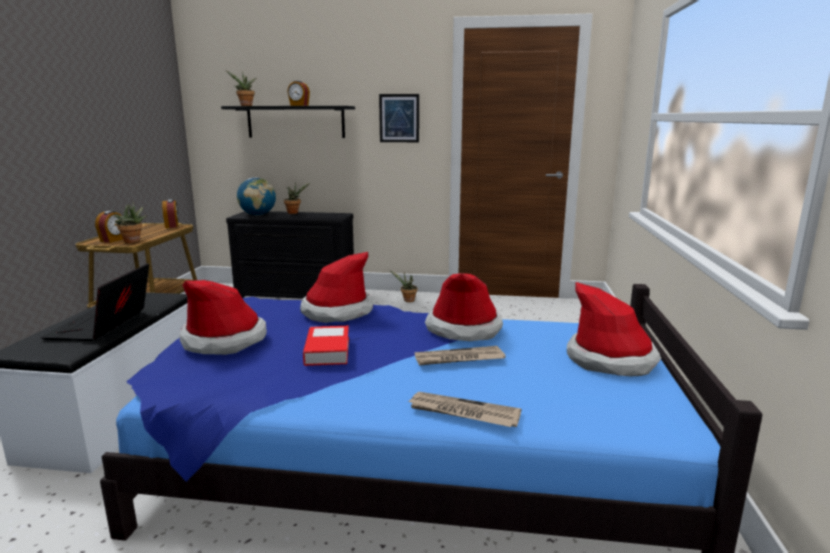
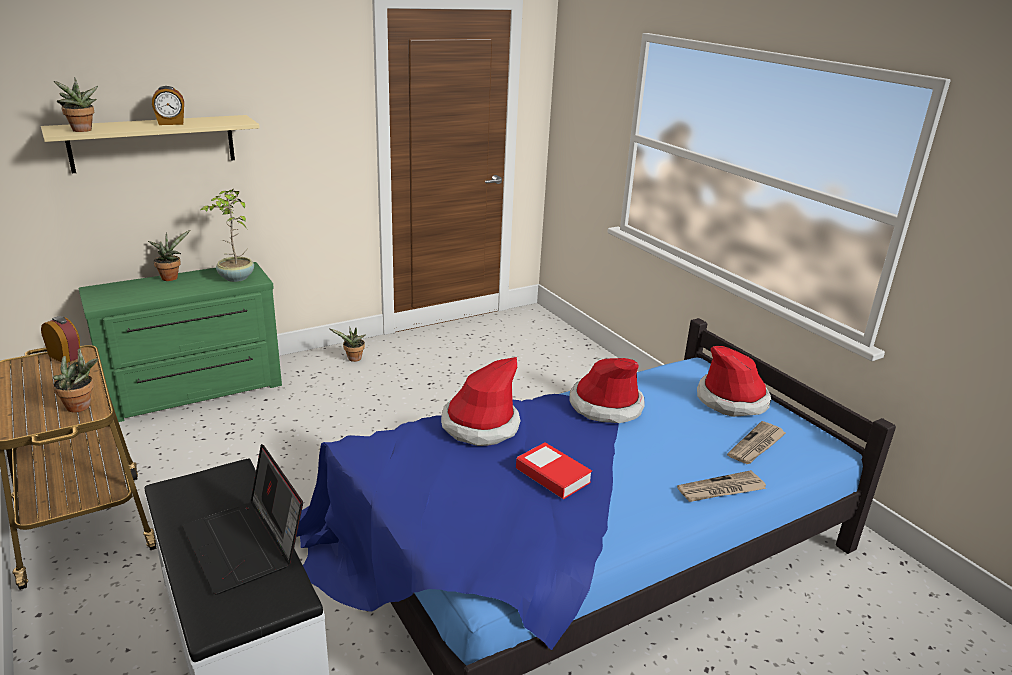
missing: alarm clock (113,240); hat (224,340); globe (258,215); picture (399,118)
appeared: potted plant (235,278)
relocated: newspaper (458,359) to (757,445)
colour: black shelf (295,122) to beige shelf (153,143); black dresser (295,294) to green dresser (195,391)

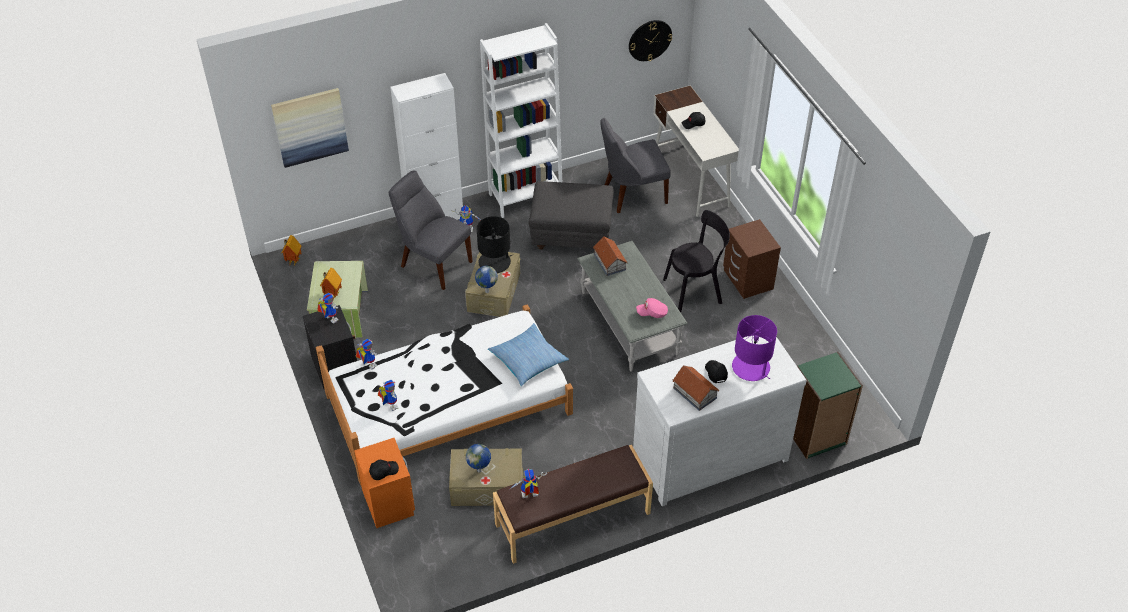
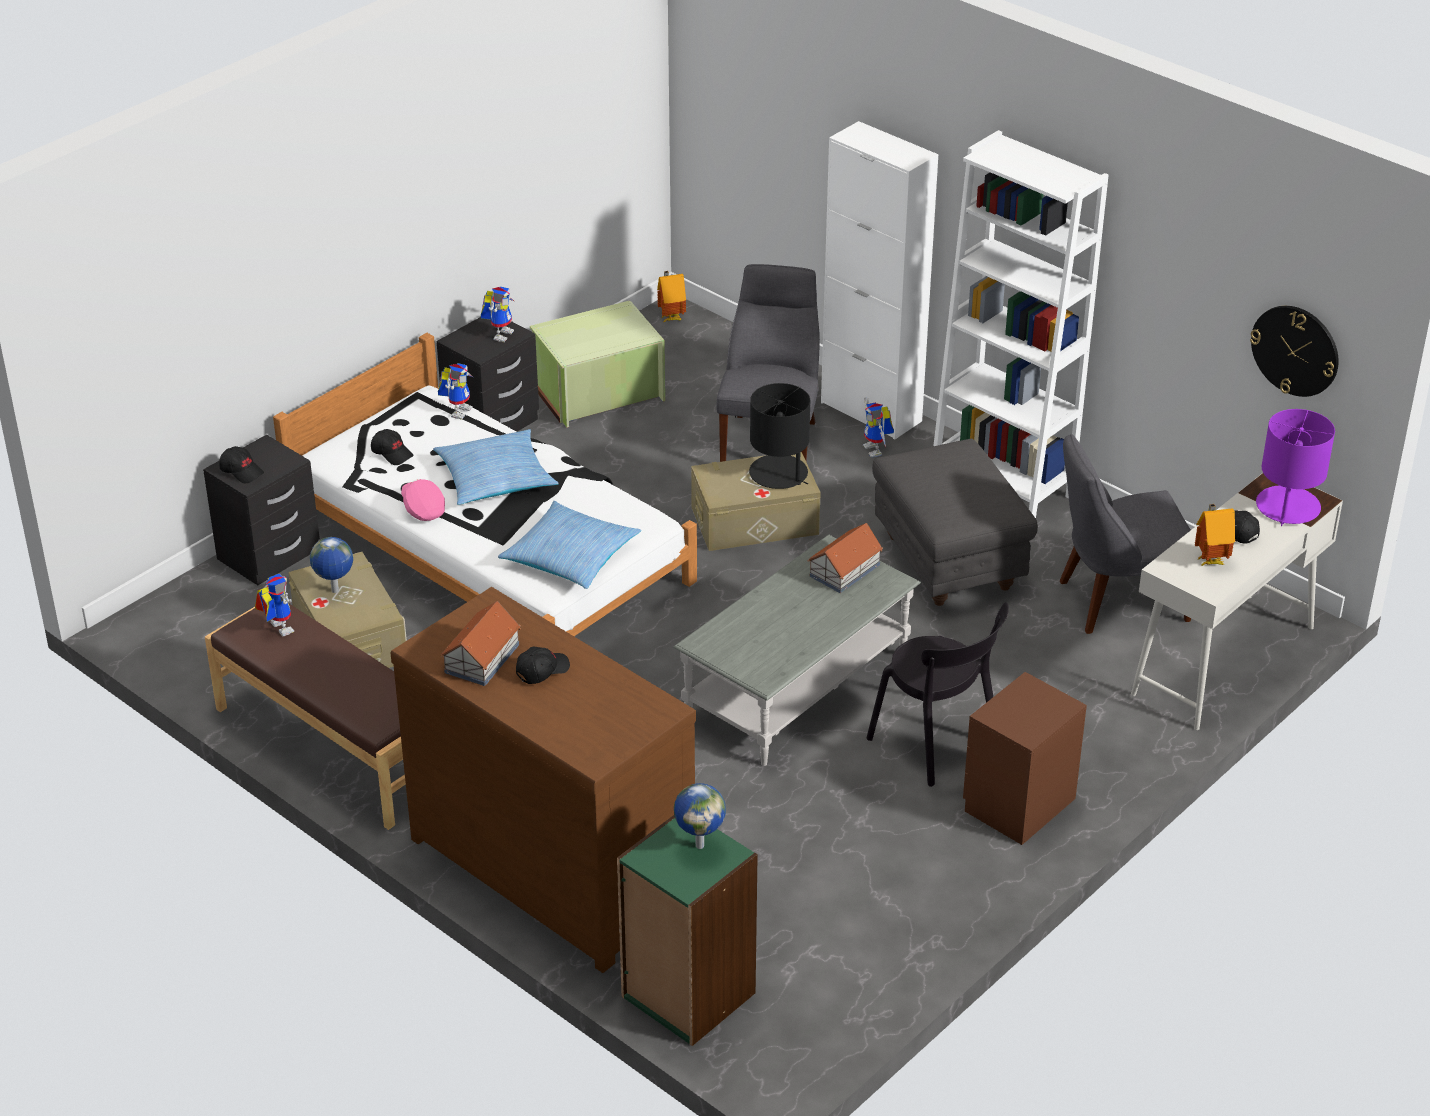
missing: picture (310,127)
appeared: pillow (495,478)
relocated: toy house (332,295) to (1210,560); globe (486,291) to (700,845); pink cap (652,313) to (423,509); purple table lamp (751,367) to (1287,507)
exchanged: toy robot (389,404) to black cap (392,453)
colour: orange nightstand (388,502) to black nightstand (268,554); white dresser (708,455) to brown dresser (555,865)
spun: grey chair (632,194) = (1117,601) 60 degrees counterclockwise

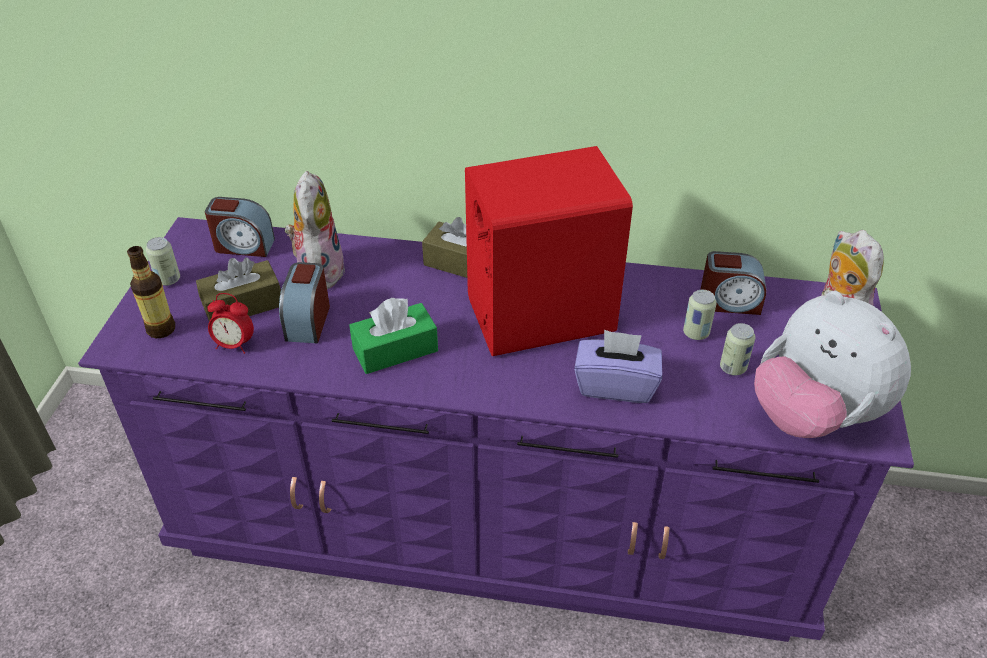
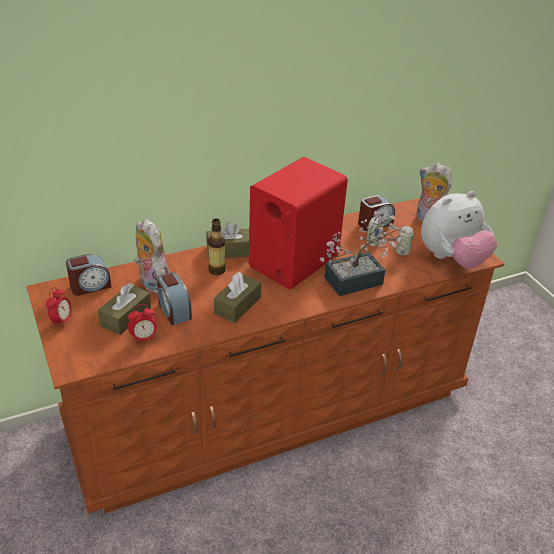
relocated: bottle (161,329) to (217,270)
exchanged: can (168,279) to alarm clock (62,321); purple tissue box (615,385) to potted plant (360,279)
colour: purple dresser (494,520) to brown dresser (269,408); green tissue box (395,350) to brown tissue box (237,305)
spun: plush toy (813,415) = (452,259) 45 degrees counterclockwise

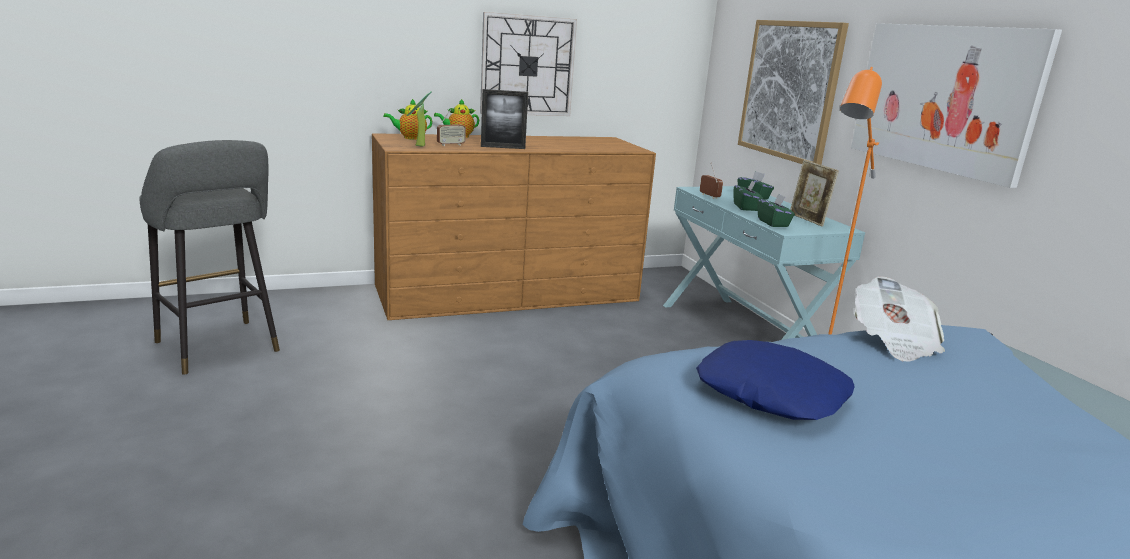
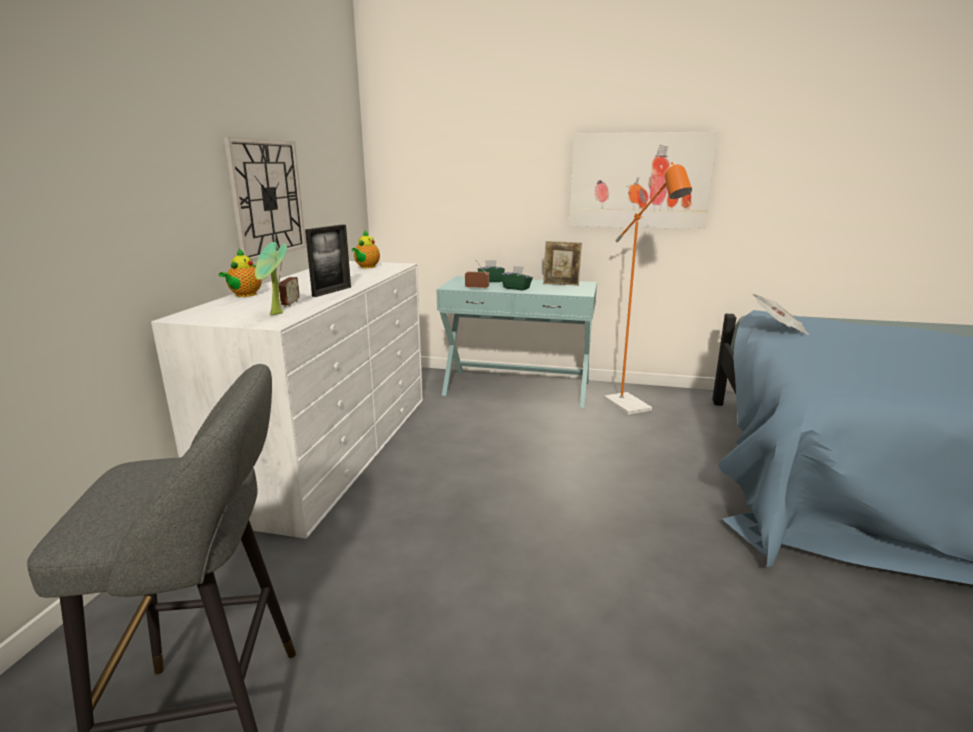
missing: blue pillow (772,393); picture (789,90); green tissue box (773,223)
relocated: teapot (410,138) to (366,267)
colour: brown dresser (508,293) to white dresser (331,448)

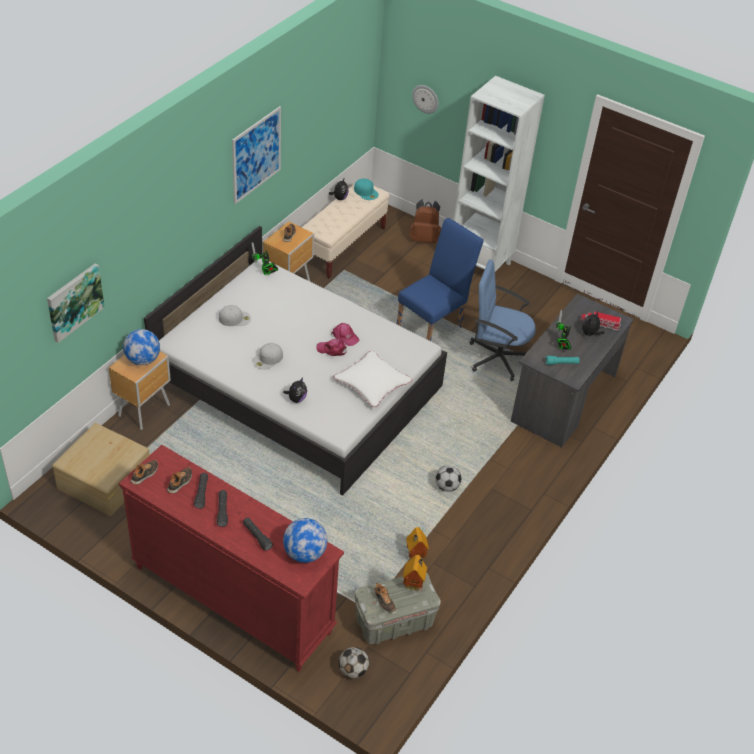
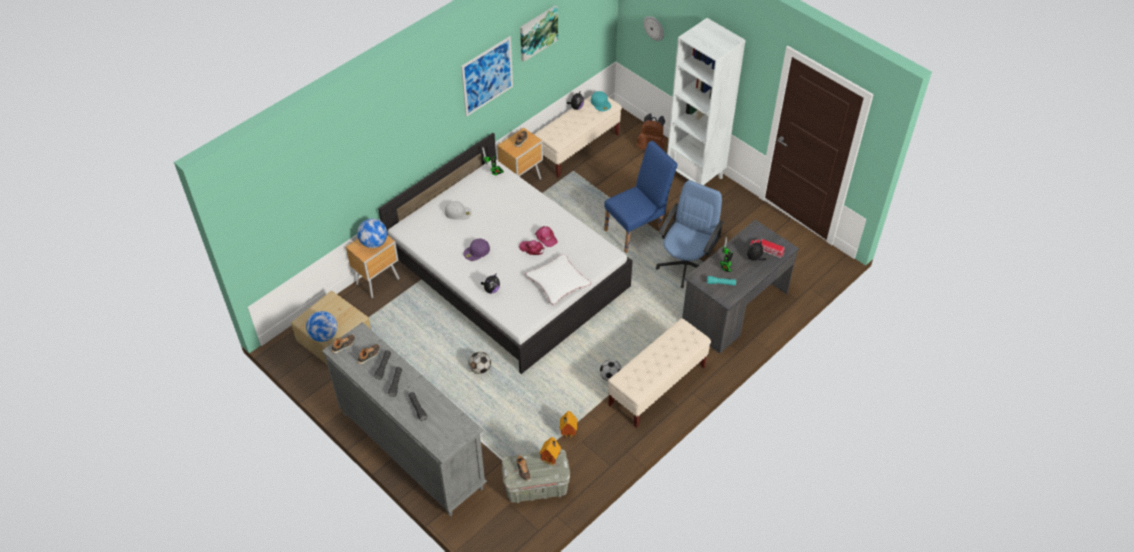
appeared: beige bench (657,386)
relocated: picture (74,301) to (538,32); globe (304,553) to (324,335); football (353,670) to (480,369)
colour: red dresser (232,599) to grey dresser (411,449); white cap (268,359) to purple cap (476,252)
spun: blue office chair (497,357) = (686,265) 90 degrees clockwise

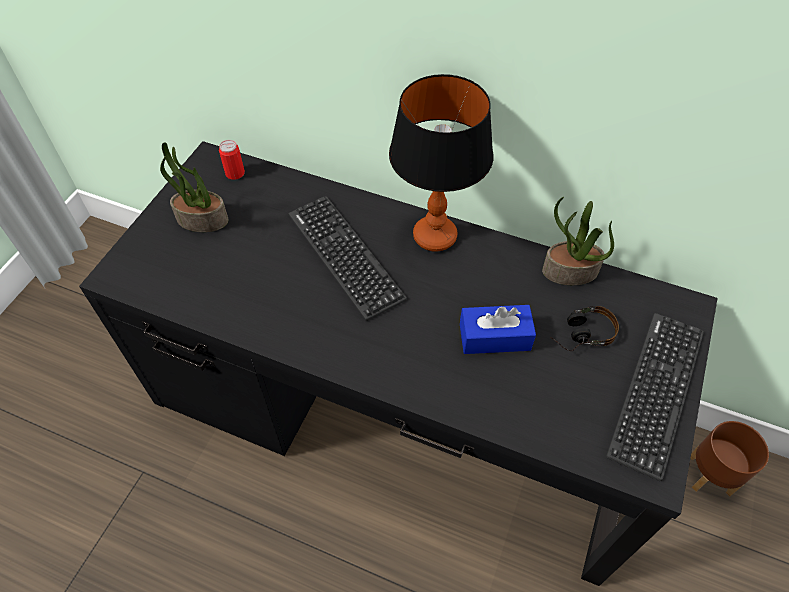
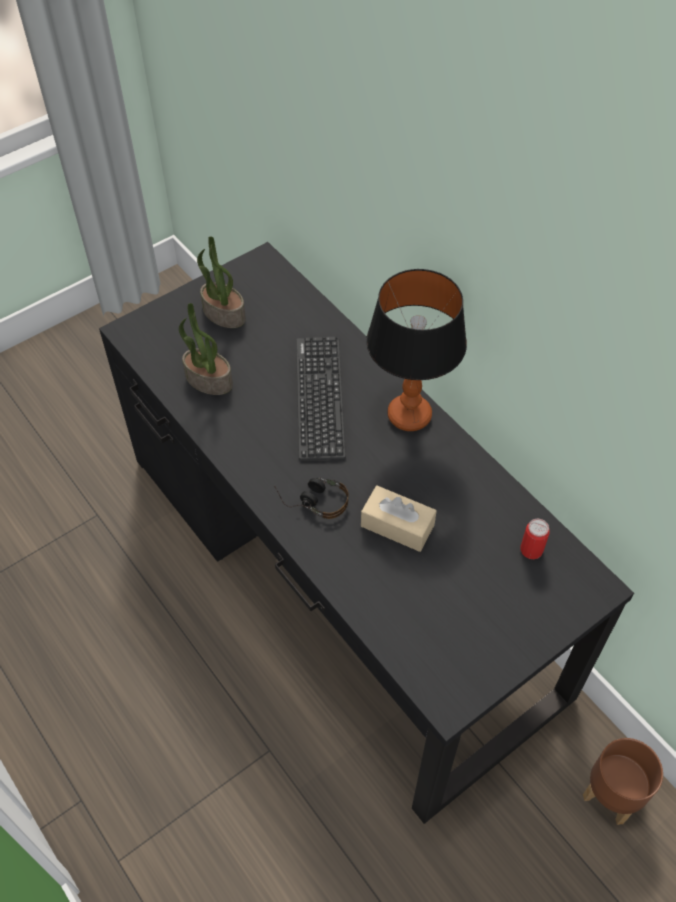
missing: keyboard (656,392)
relocated: can (235,173) to (531,549); potted plant (569,272) to (207,380); headphones (579,334) to (312,500)
colour: blue tissue box (494,337) to beige tissue box (397,525)

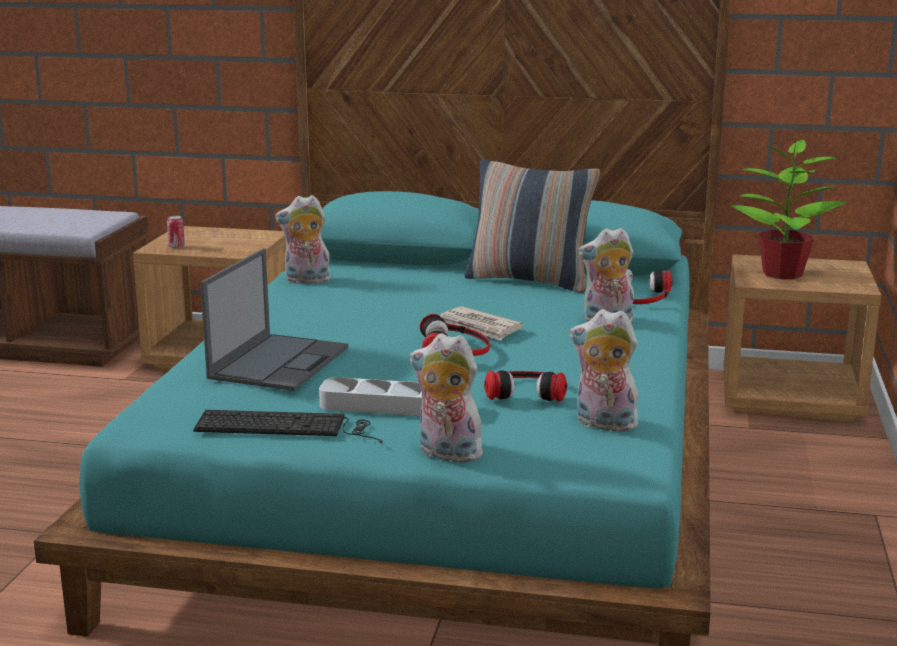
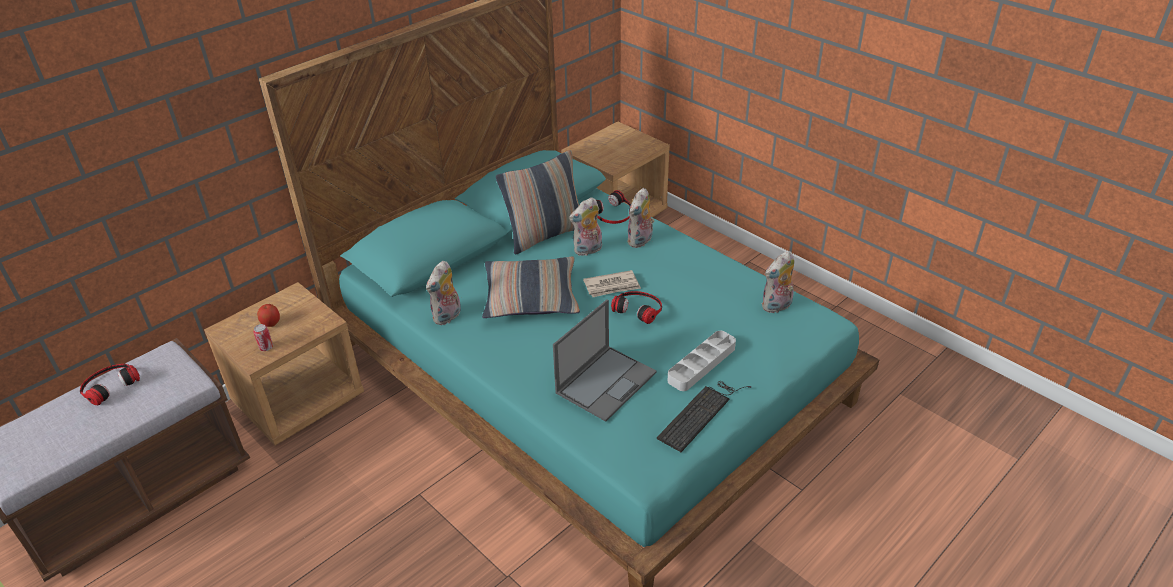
missing: potted plant (781,274)
appeared: apple (271,323); pillow (531,297)
relocated: plush toy (446,454) to (588,250); headphones (525,390) to (109,385)
spun: laptop (279,362) = (606,382) 75 degrees clockwise

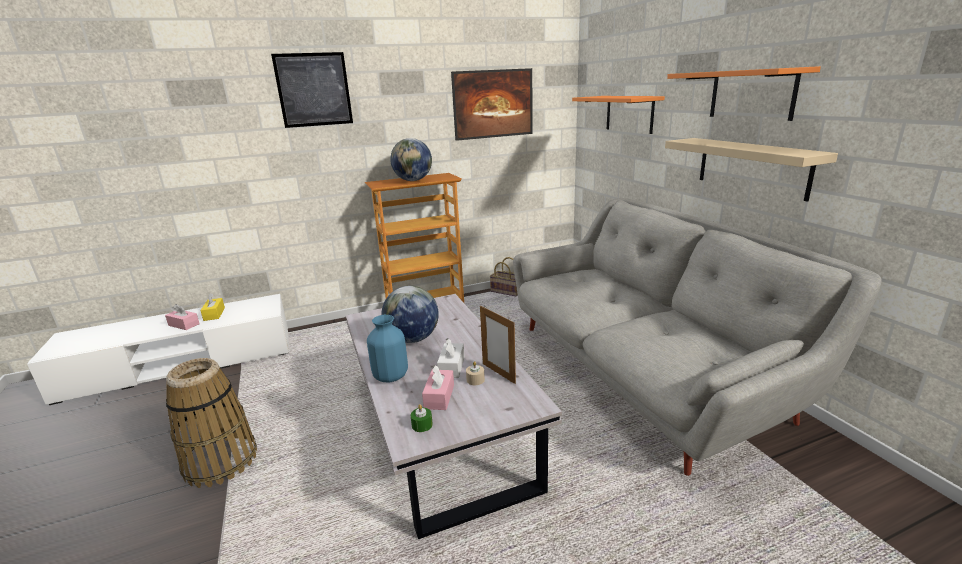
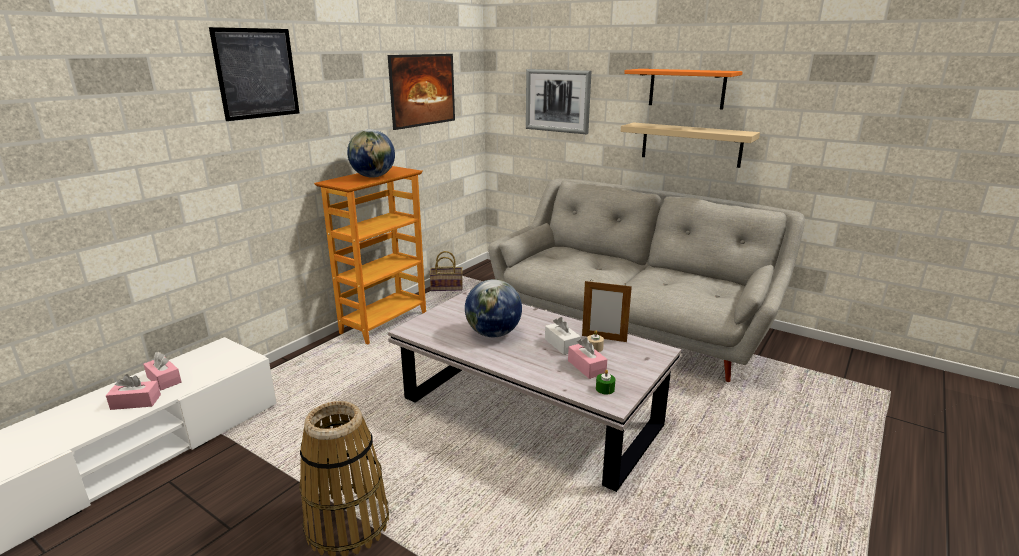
missing: blue vase (390,376)
exchanged: orange shelf (629,113) to picture (557,101)
colour: yellow tissue box (214,314) to pink tissue box (164,380)

